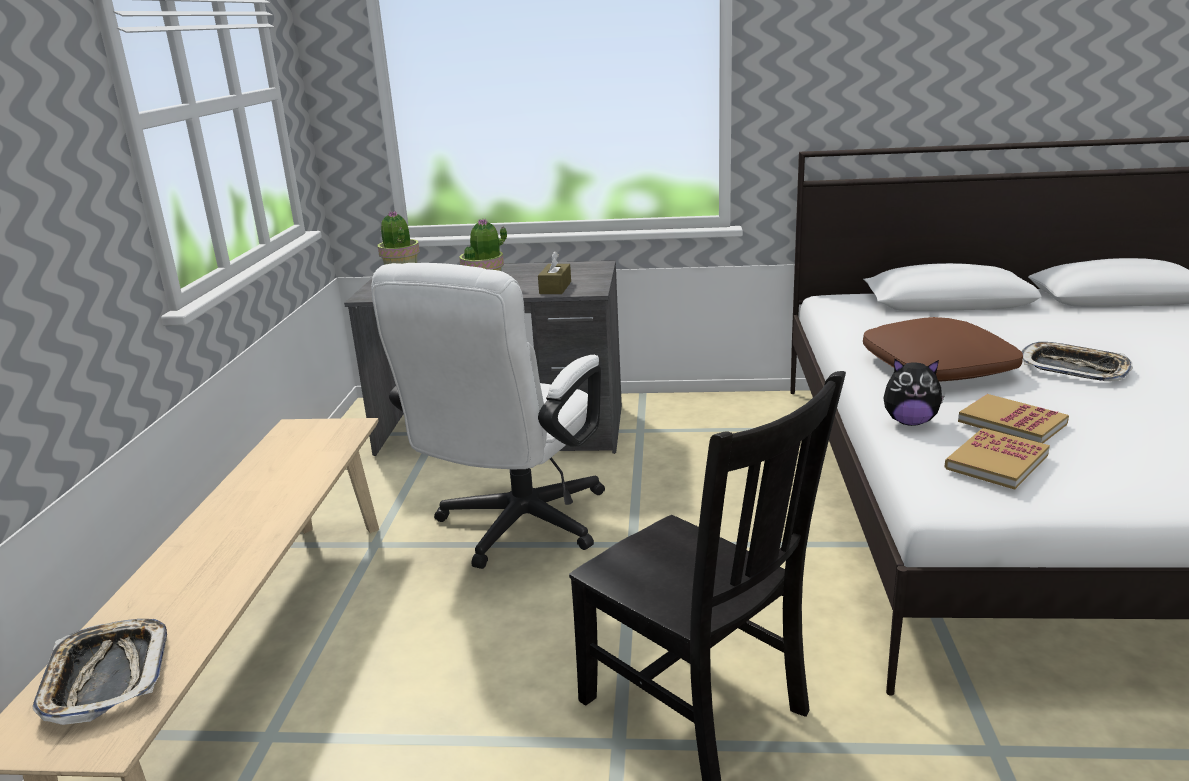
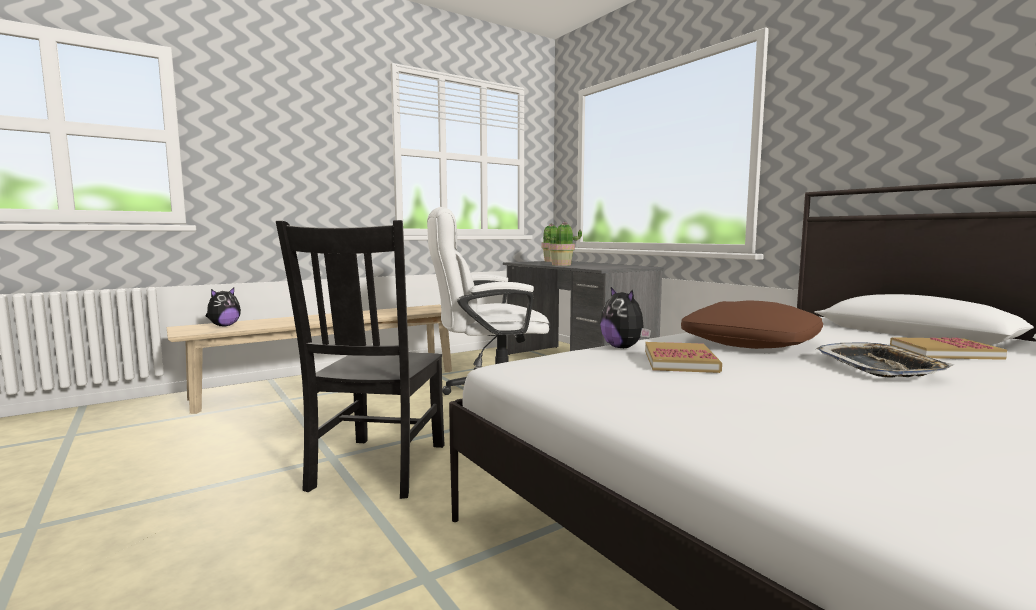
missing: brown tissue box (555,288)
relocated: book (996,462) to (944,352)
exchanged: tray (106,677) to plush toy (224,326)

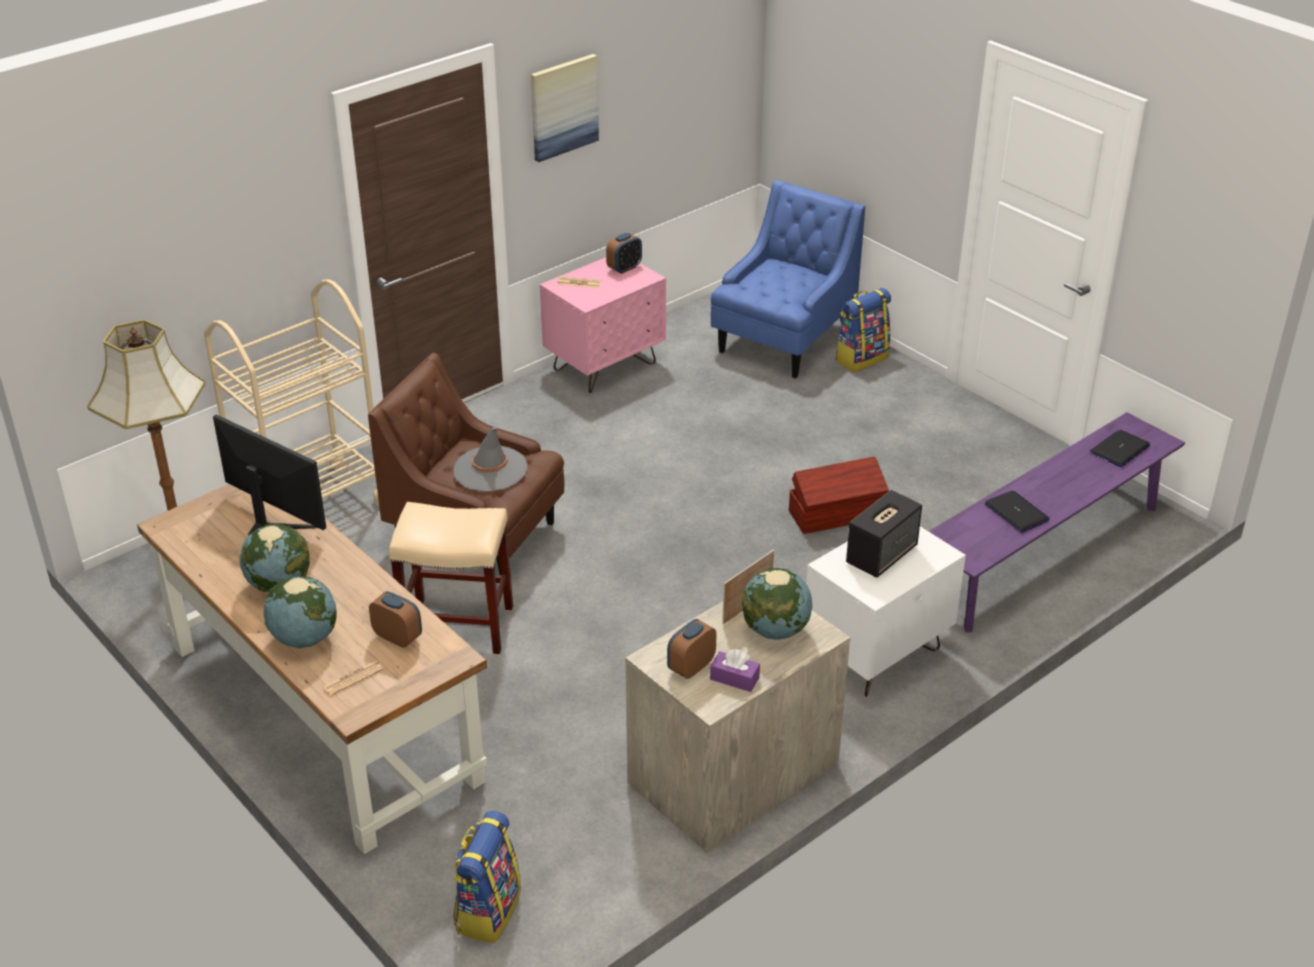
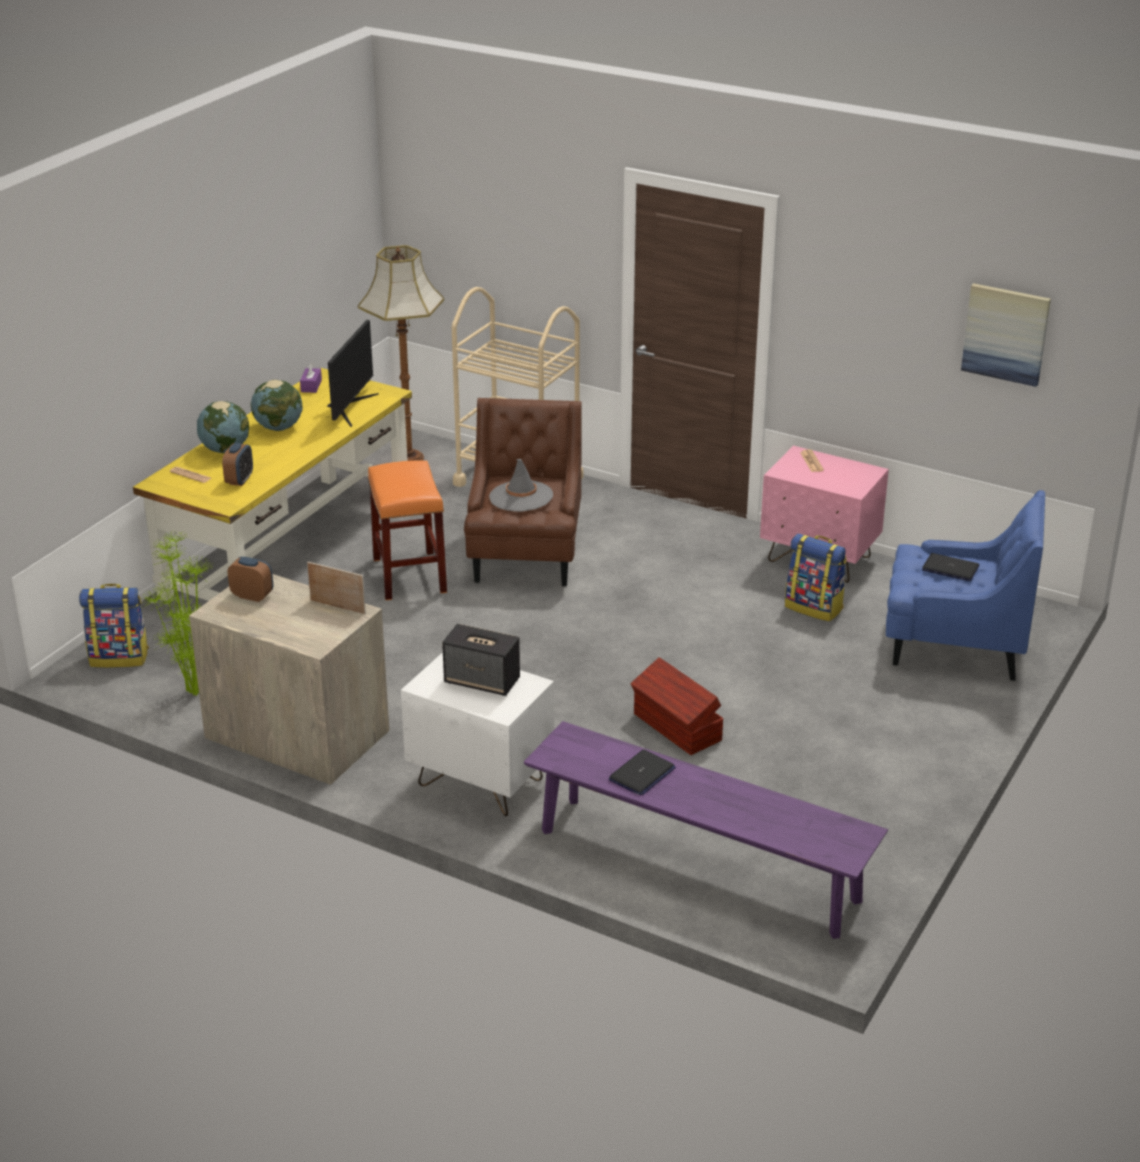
missing: alarm clock (624,268); globe (775,630)
appeared: potted plant (193,693)
relocated: picture (563,107) to (1005,334); purple tissue box (734,678) to (311,386); backpack (861,358) to (814,607); laptop (1120,449) to (950,568)
colour: brown desk (321,712) to yellow desk (289,546); beige stool (459,626) to orange stool (410,576)

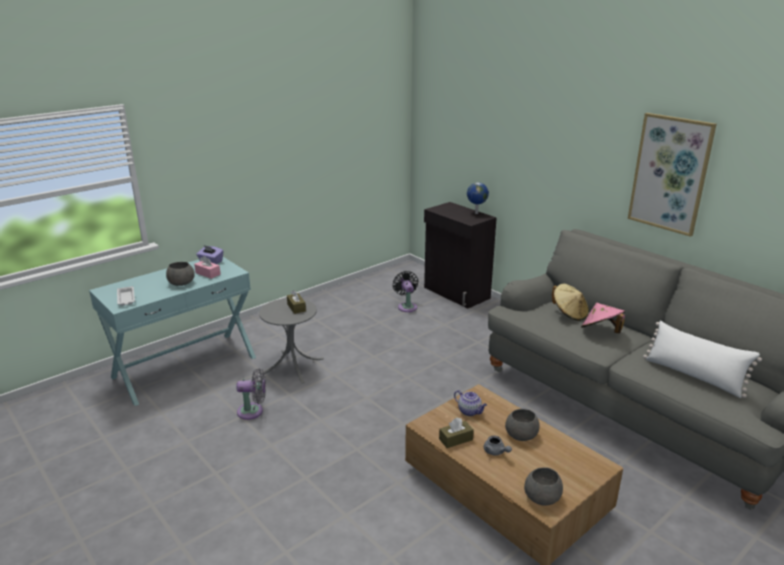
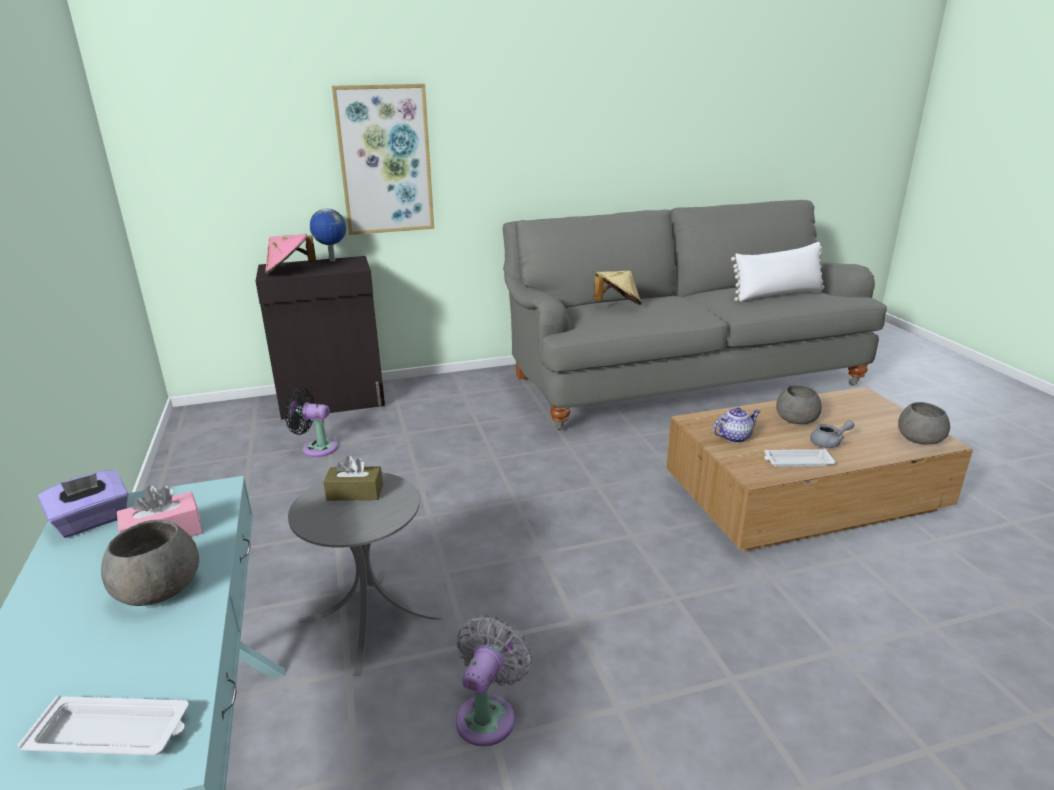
relocated: pink hat (601,331) to (289,271); picture (670,174) to (385,160)
exchanged: brown tissue box (455,439) to white tray (796,462)

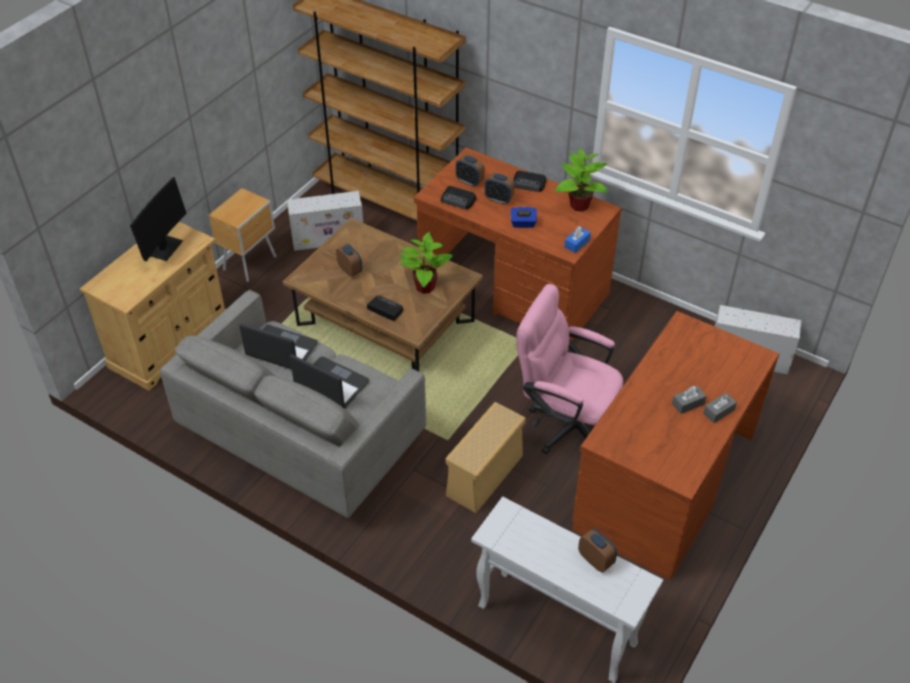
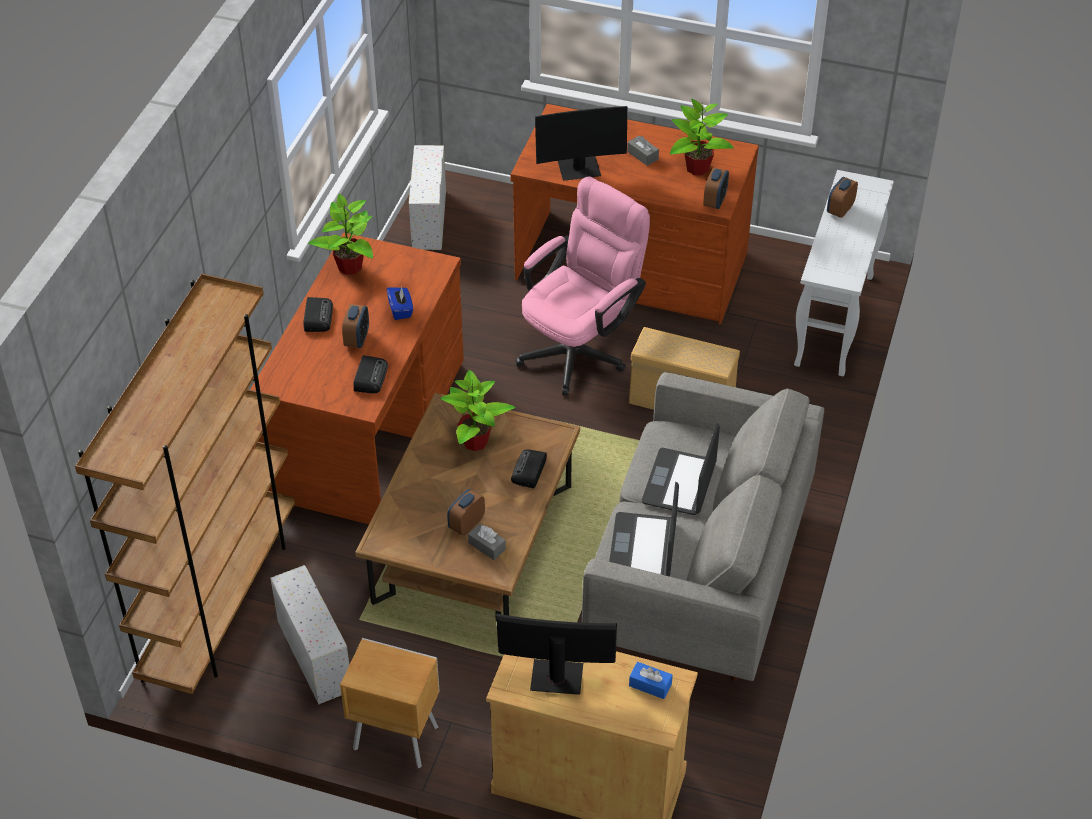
appeared: monitor (579,169); potted plant (696,168)
relocated: alarm clock (469,181) to (715,202); blue tissue box (577,244) to (650,685); grey tissue box (718,412) to (487,546)
spun: pink office chair (565,423) = (580,349) 150 degrees counterclockwise

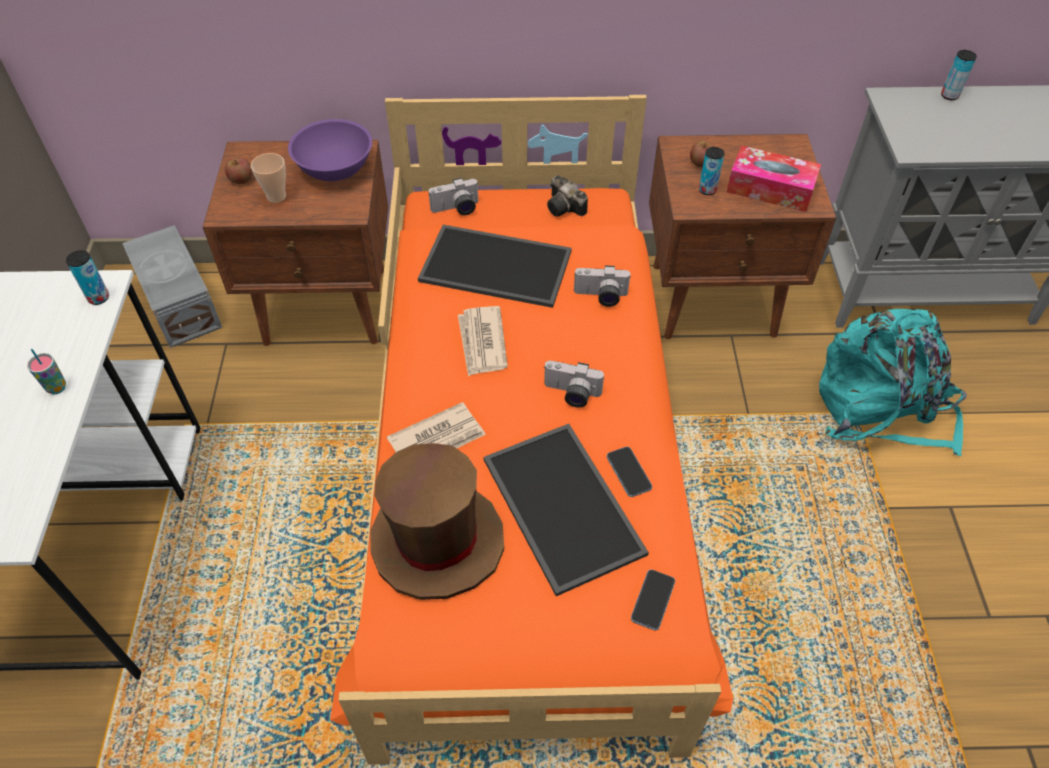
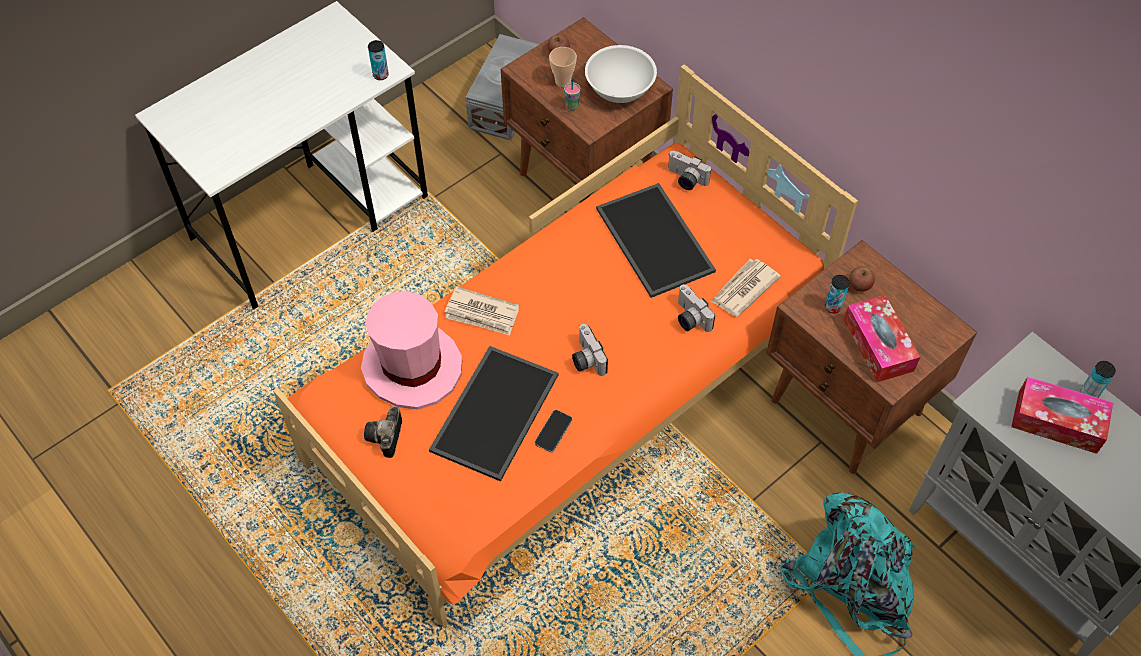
missing: phone (653,600)
appeared: tissue box (1057,422)
relocated: cup (56,388) to (572,106); newspaper (482,343) to (743,289); photo camera (566,208) to (386,438)
colour: purple bowl (335,169) to white bowl (619,89); brown hat (437,541) to pink hat (412,366)

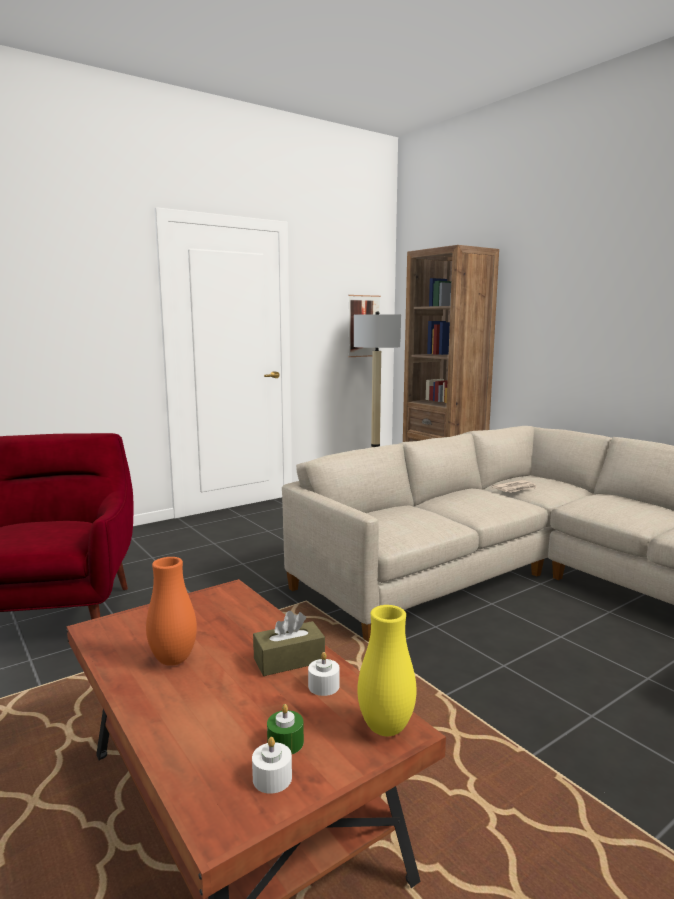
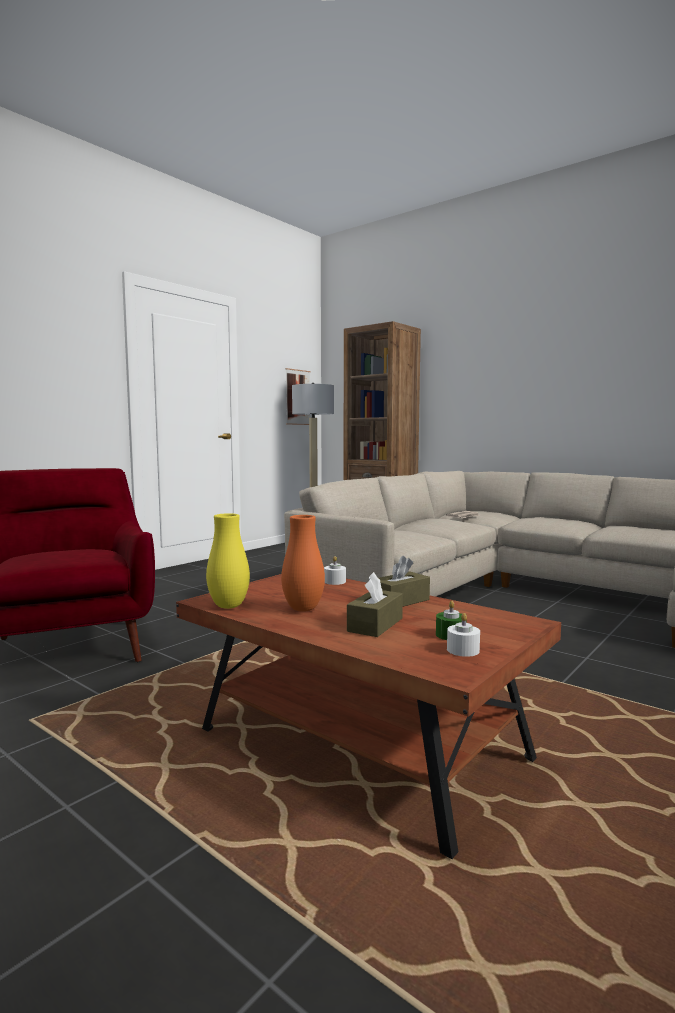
appeared: brown tissue box (375,625)
relocated: white candle (324,686) to (335,581); yellow vase (386,728) to (228,606)

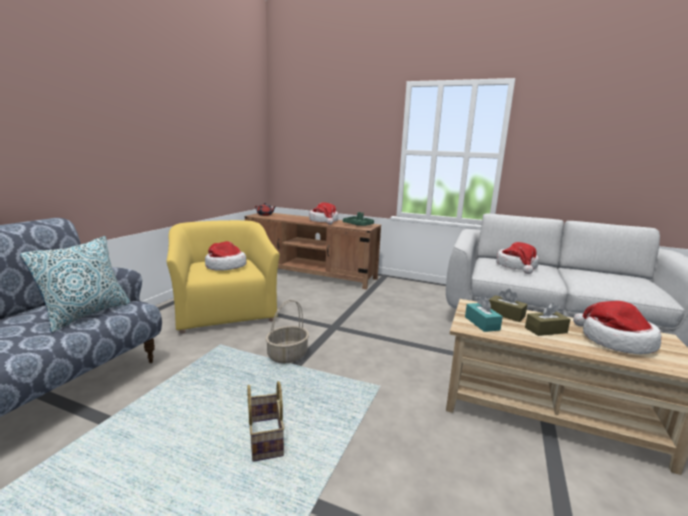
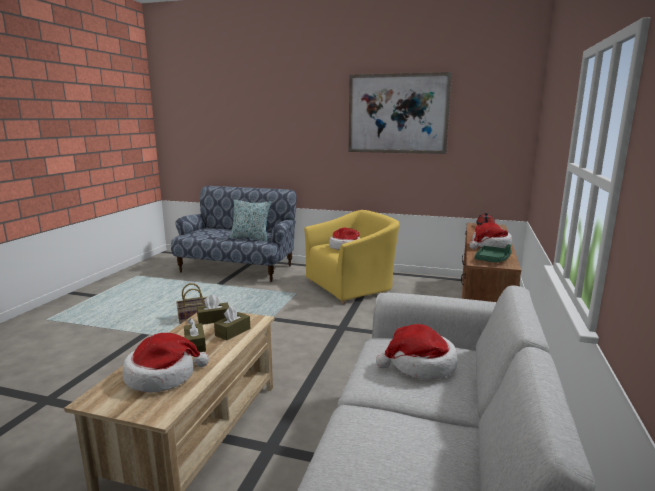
missing: basket (287,355)
appeared: picture (397,114)
colour: turquoise tissue box (482,323) to brown tissue box (214,319)

